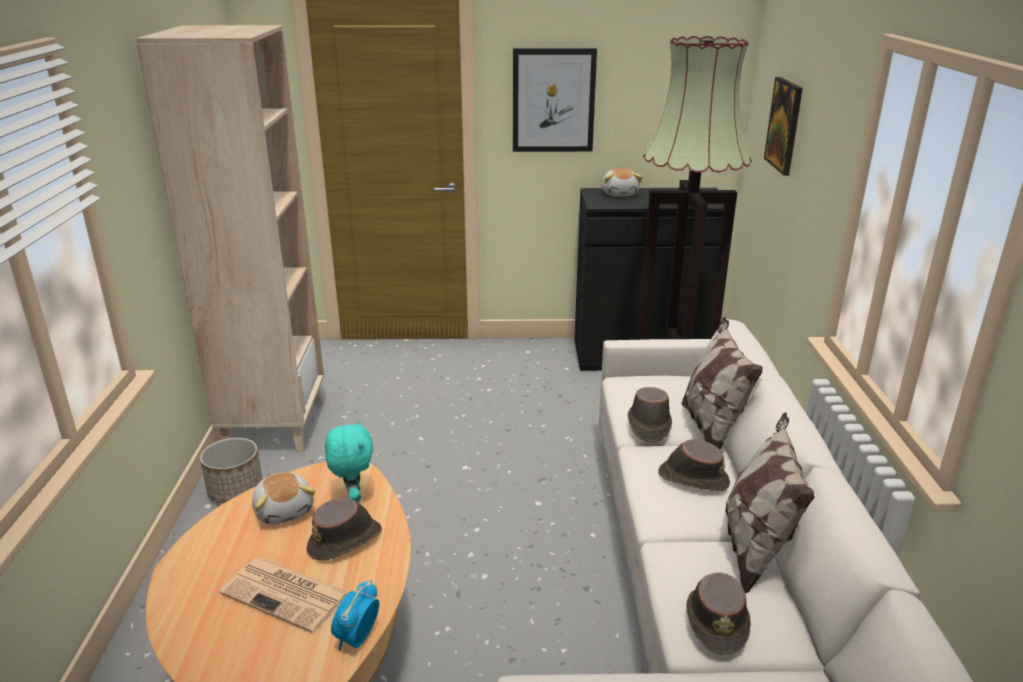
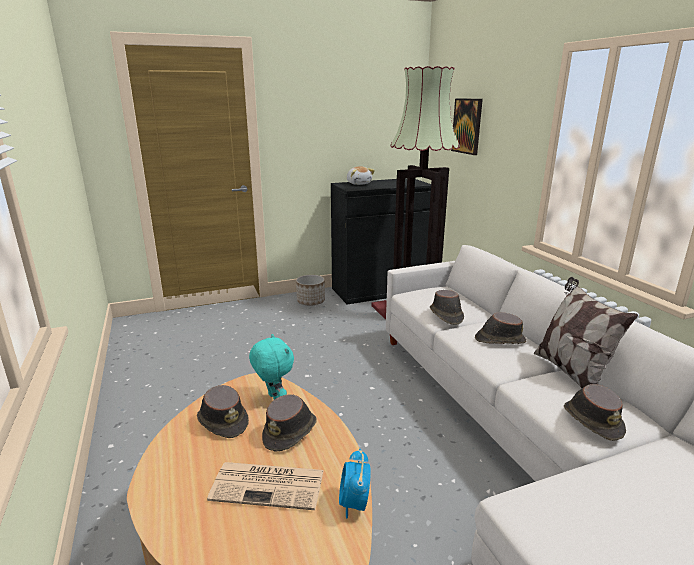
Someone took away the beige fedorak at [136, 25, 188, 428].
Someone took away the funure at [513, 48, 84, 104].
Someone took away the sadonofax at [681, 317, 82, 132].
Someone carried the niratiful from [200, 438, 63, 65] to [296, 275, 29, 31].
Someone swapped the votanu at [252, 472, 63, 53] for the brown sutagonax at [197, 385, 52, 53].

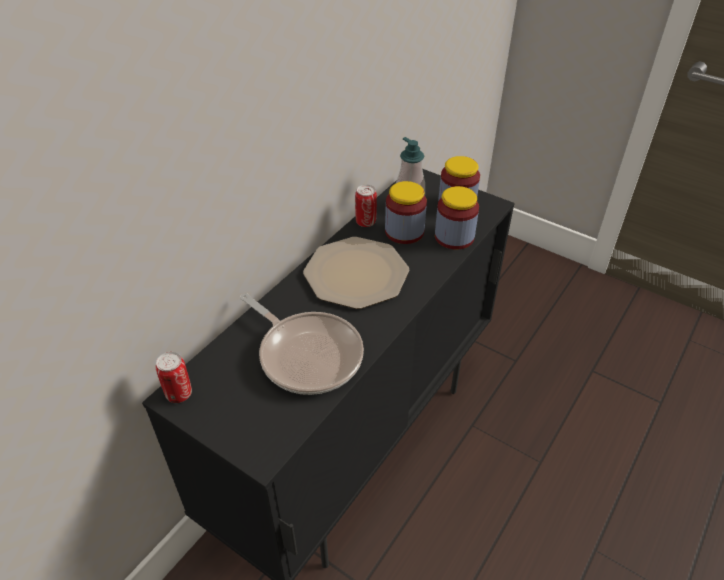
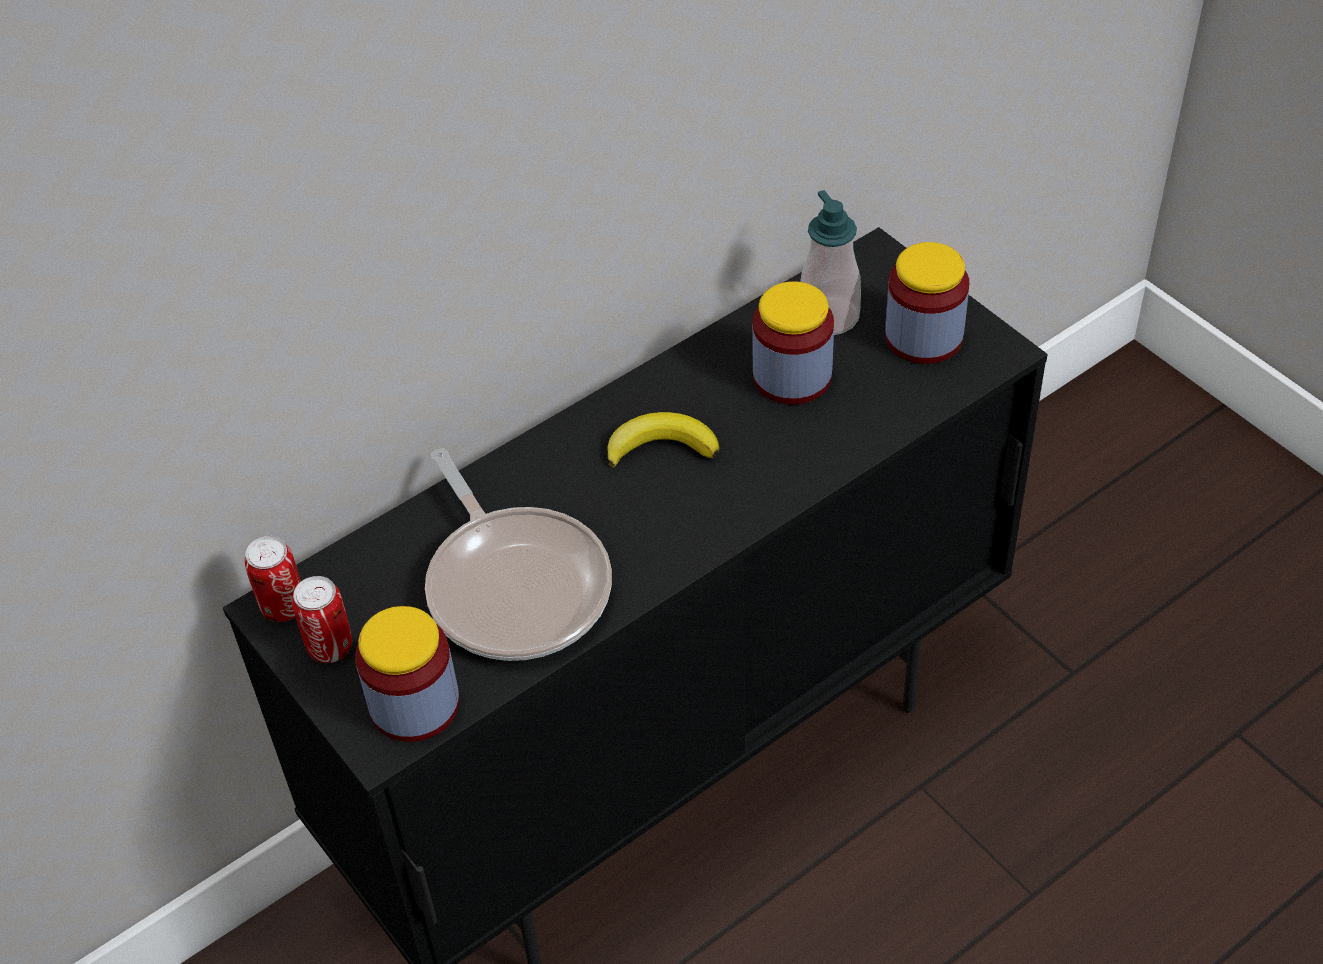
Someone carried the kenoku from [355, 185, 22, 42] to [292, 576, 60, 87].
Someone carried the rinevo from [435, 186, 44, 64] to [355, 606, 104, 136].
Someone swapped the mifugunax at [303, 237, 106, 72] for the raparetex at [607, 412, 113, 57].

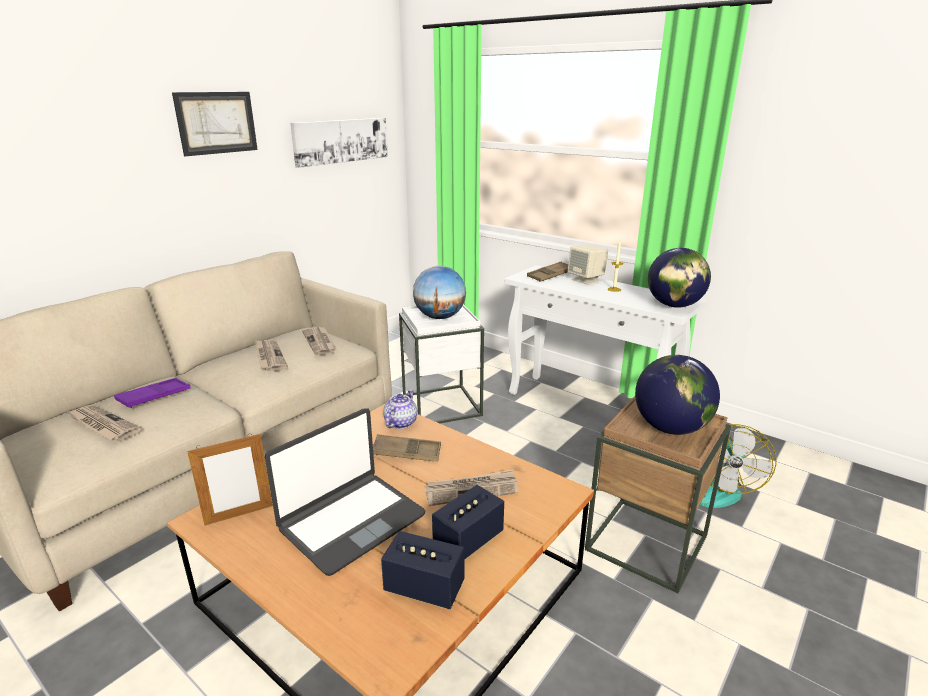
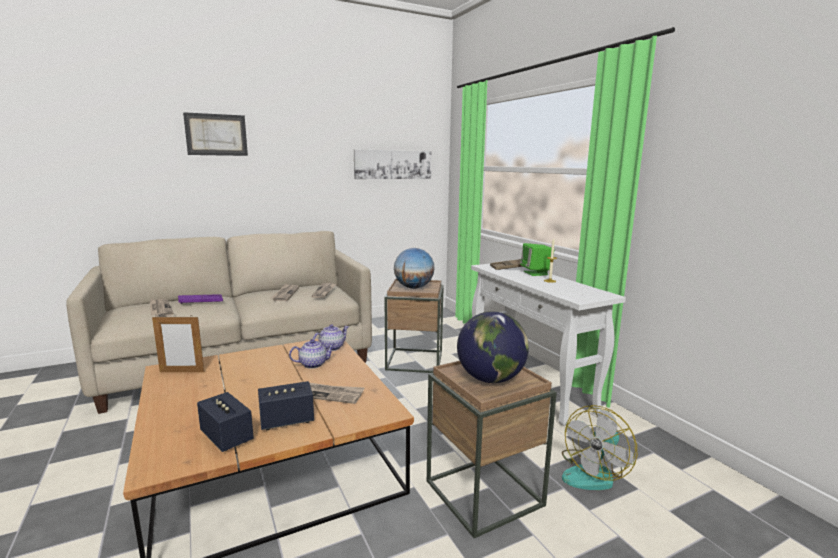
Someone carried the funure from [172, 92, 86, 64] to [183, 112, 65, 44].
Someone repainted the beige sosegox at [568, 245, 40, 40], which became the green sosegox at [520, 243, 34, 33].
Someone took away the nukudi at [648, 248, 63, 60].
Someone repainted the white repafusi at [399, 304, 85, 119], which became the brown repafusi at [384, 279, 60, 94].
Someone took away the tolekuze at [265, 408, 161, 168].
Someone swapped the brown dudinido at [373, 434, 68, 28] for the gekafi at [289, 339, 46, 30].

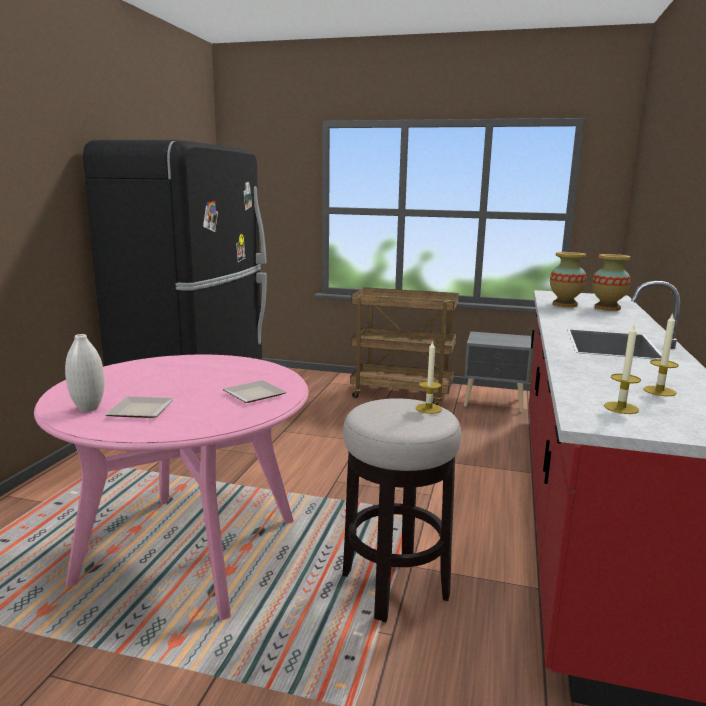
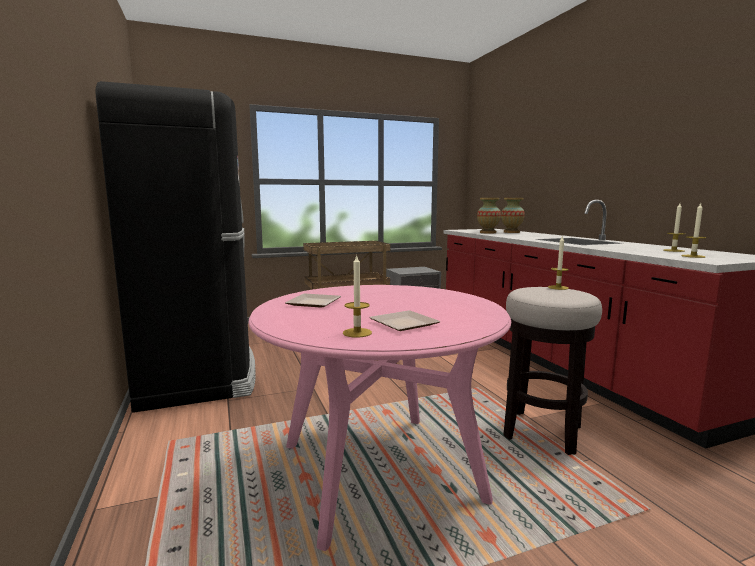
Someone swapped the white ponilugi at [65, 334, 40, 78] for the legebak at [343, 255, 29, 83].
Someone carried the mifugunax from [223, 380, 63, 23] to [285, 293, 56, 15].

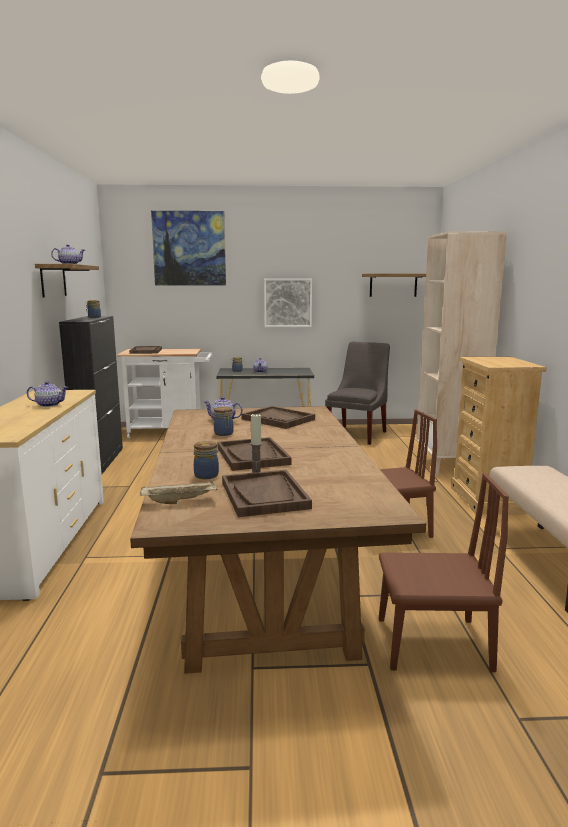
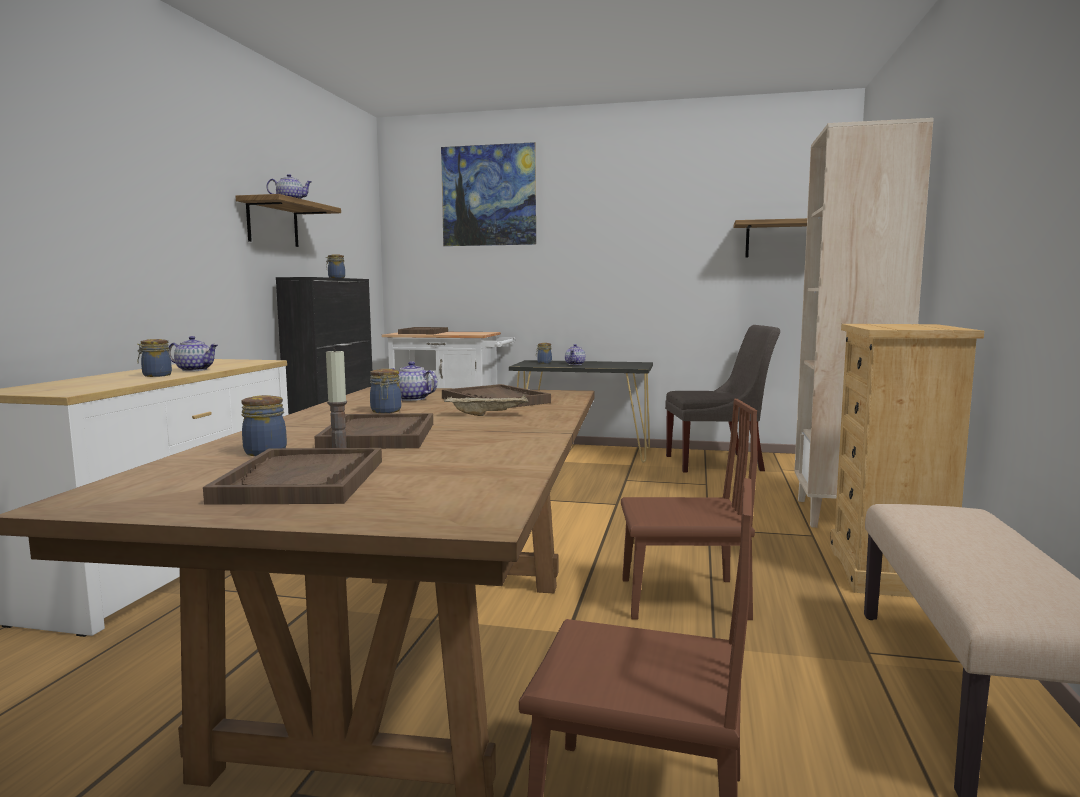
Someone took away the funure at [264, 279, 48, 48].
Someone rotated the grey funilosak at [325, 342, 65, 103] by 45 degrees clockwise.
Someone carried the beige dudinido from [140, 480, 77, 24] to [444, 395, 85, 21].
Someone put down the rinevo at [137, 339, 35, 38].

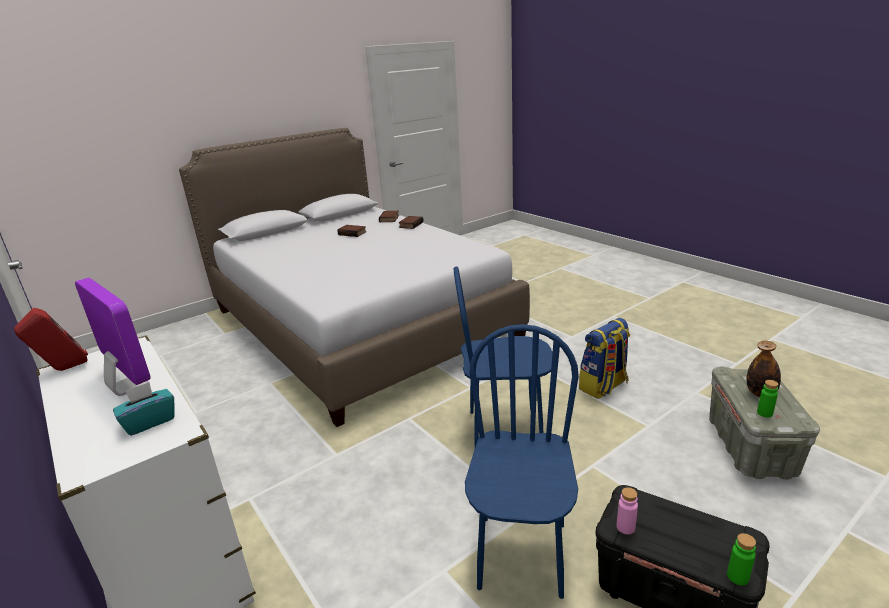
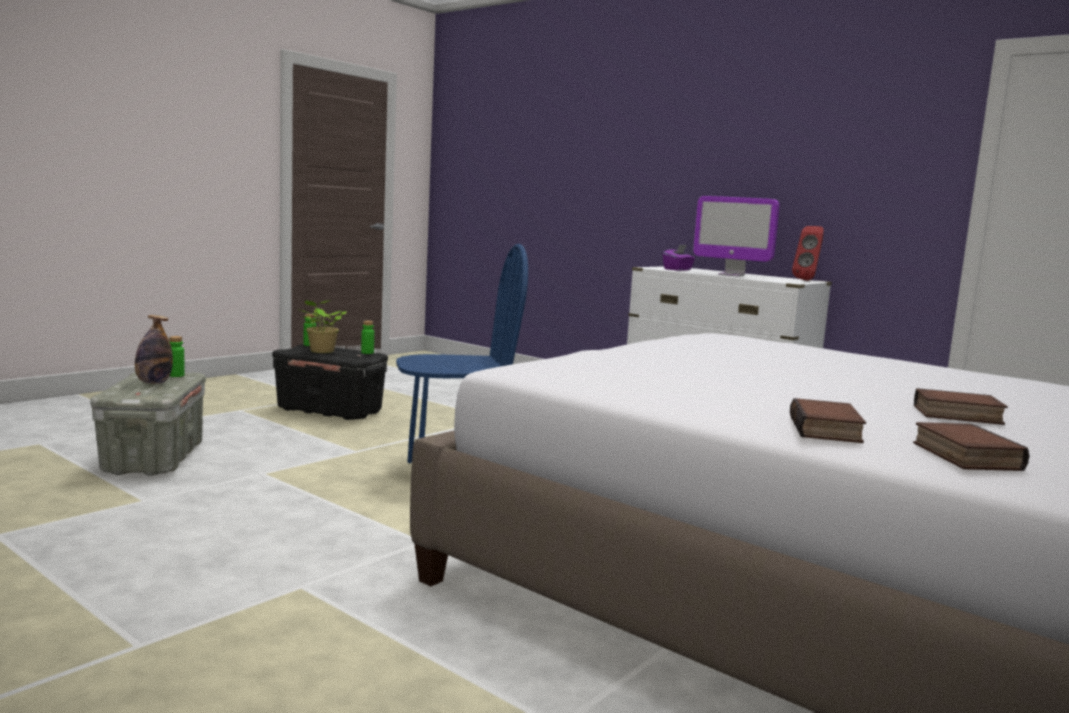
Someone took away the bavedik at [579, 318, 51, 81].
Someone took away the blue funilosak at [465, 324, 114, 275].
Someone repainted the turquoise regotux at [113, 382, 61, 54], which became the purple regotux at [663, 244, 32, 27].
Someone repainted the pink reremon at [617, 487, 21, 47], which became the green reremon at [361, 321, 13, 33].
Someone put down the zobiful at [300, 300, 47, 53].

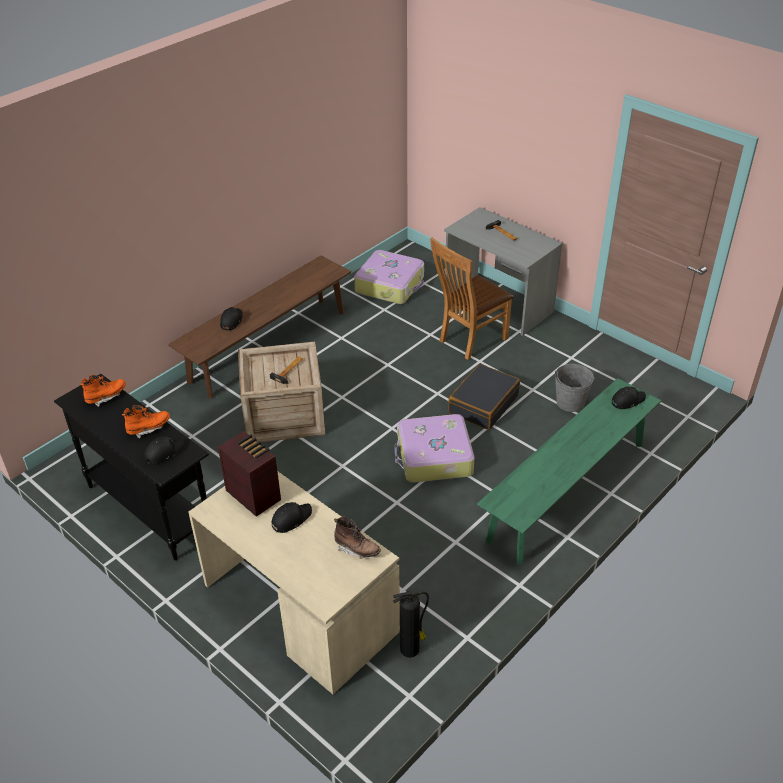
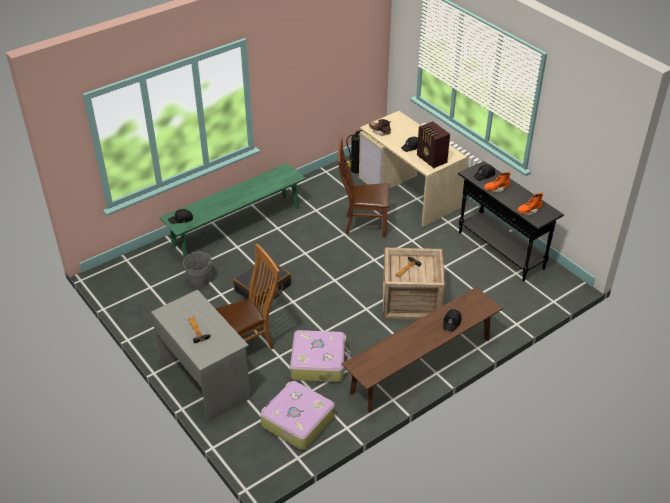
Someone carried the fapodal from [395, 414, 79, 69] to [290, 330, 61, 52].
Someone put down the brown funilosak at [338, 138, 52, 99].

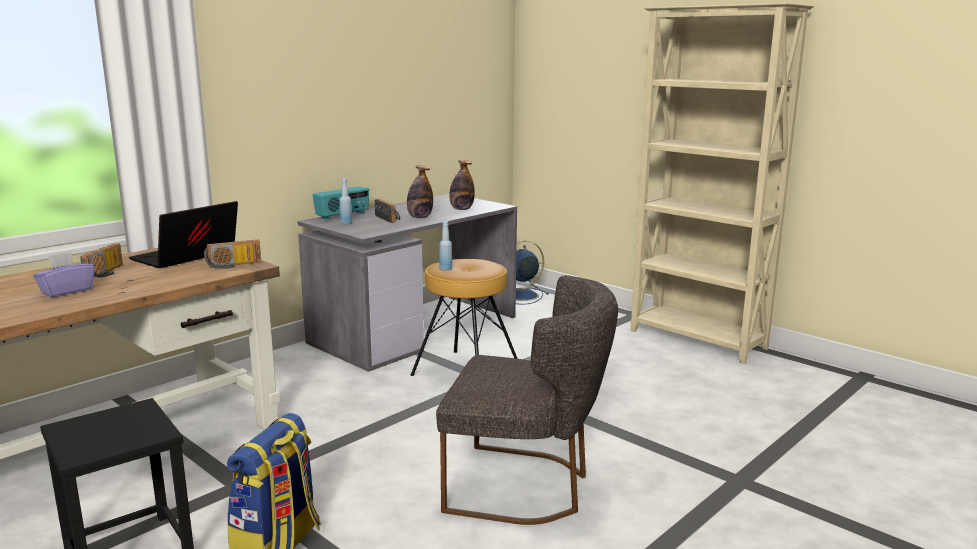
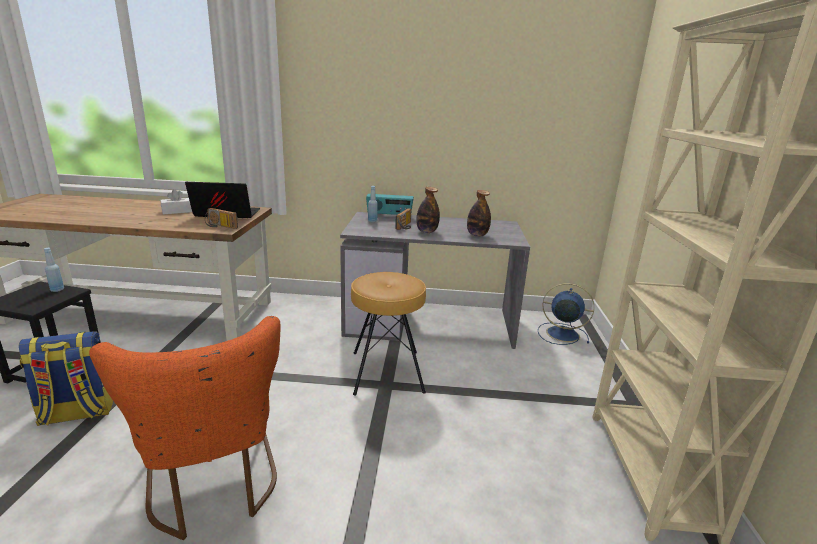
Someone carried the blue reremon from [439, 221, 13, 50] to [44, 248, 20, 44].
Someone swapped the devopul at [80, 243, 43, 35] for the white regotux at [160, 189, 32, 25].
Someone took away the purple regotux at [33, 252, 62, 46].
Someone repainted the grey funilosak at [436, 275, 182, 250], which became the orange funilosak at [89, 316, 192, 224].

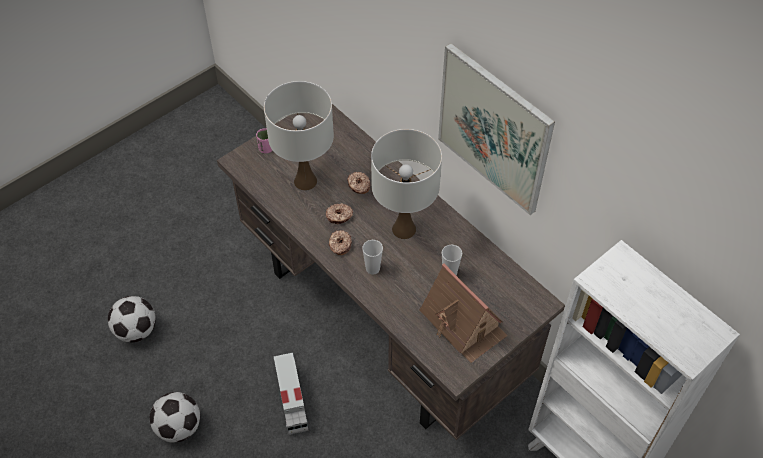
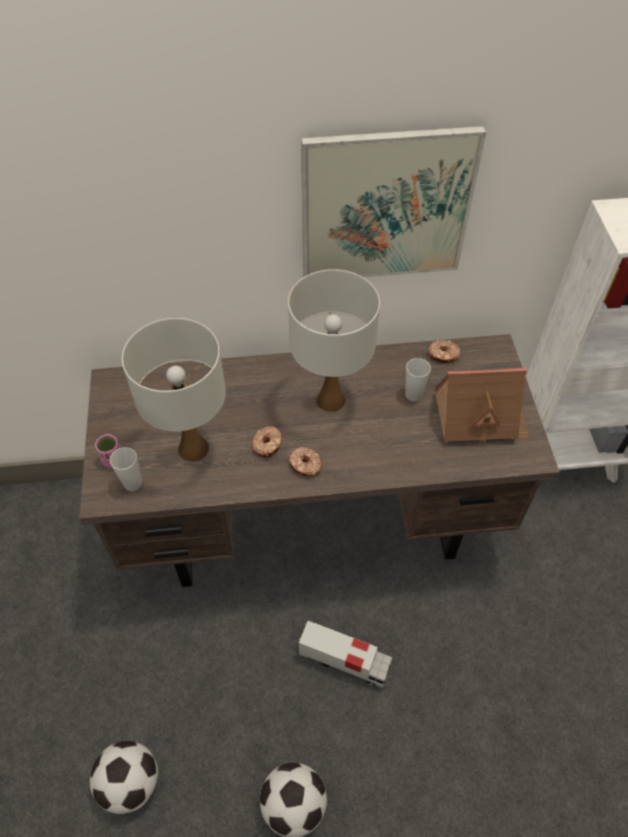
Someone carried the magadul from [347, 172, 23, 22] to [428, 340, 33, 23].
Someone carried the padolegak from [362, 240, 21, 35] to [110, 447, 32, 44].

